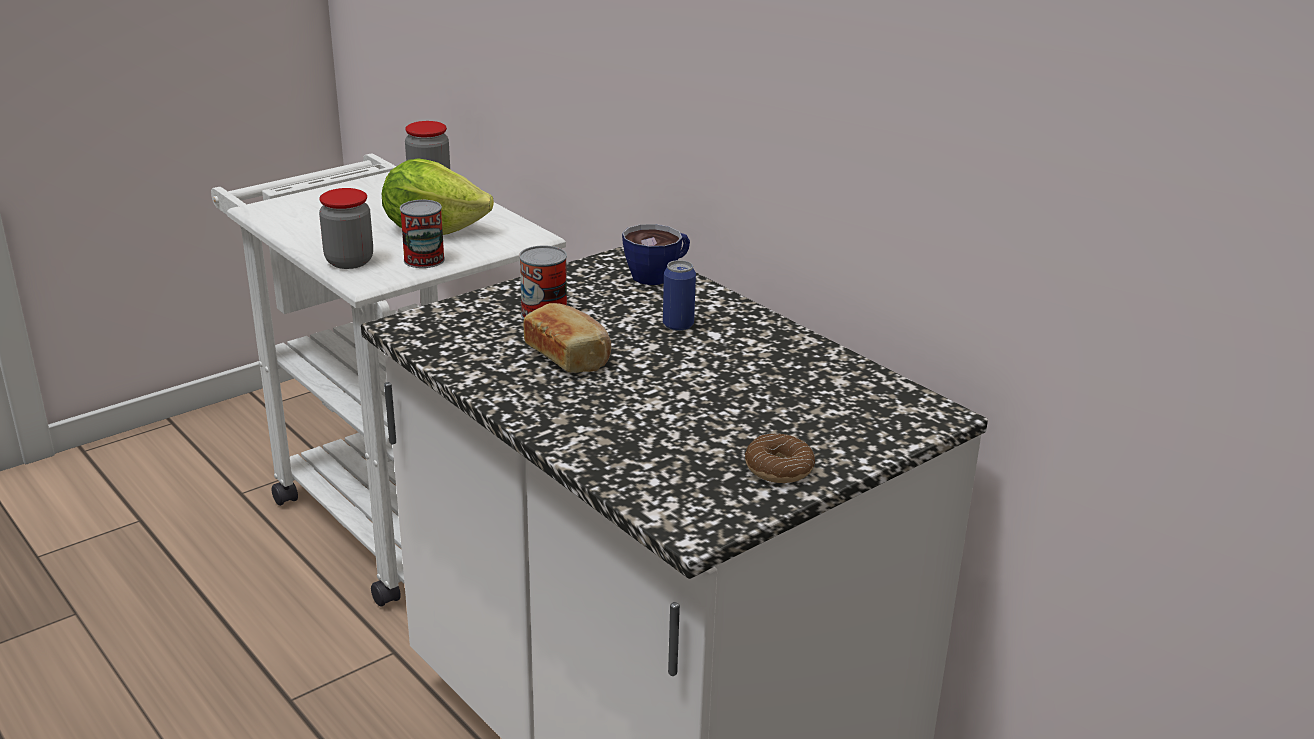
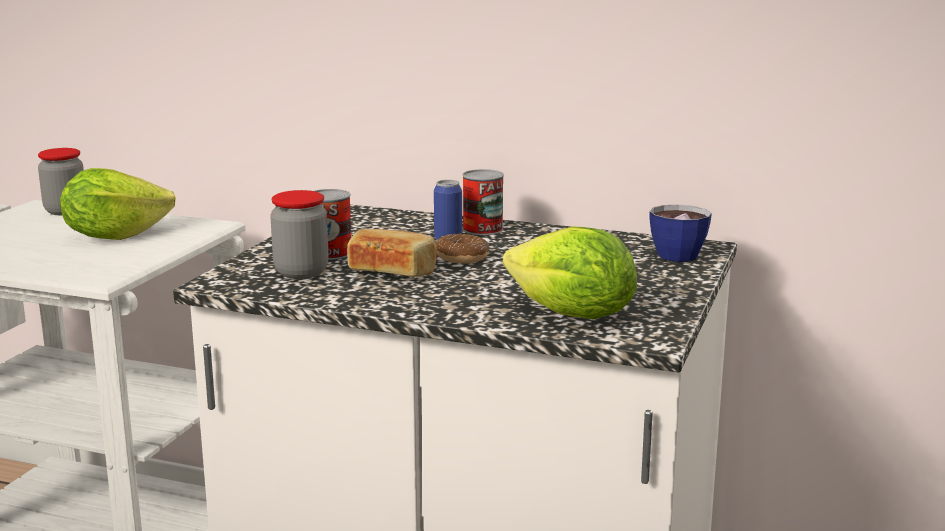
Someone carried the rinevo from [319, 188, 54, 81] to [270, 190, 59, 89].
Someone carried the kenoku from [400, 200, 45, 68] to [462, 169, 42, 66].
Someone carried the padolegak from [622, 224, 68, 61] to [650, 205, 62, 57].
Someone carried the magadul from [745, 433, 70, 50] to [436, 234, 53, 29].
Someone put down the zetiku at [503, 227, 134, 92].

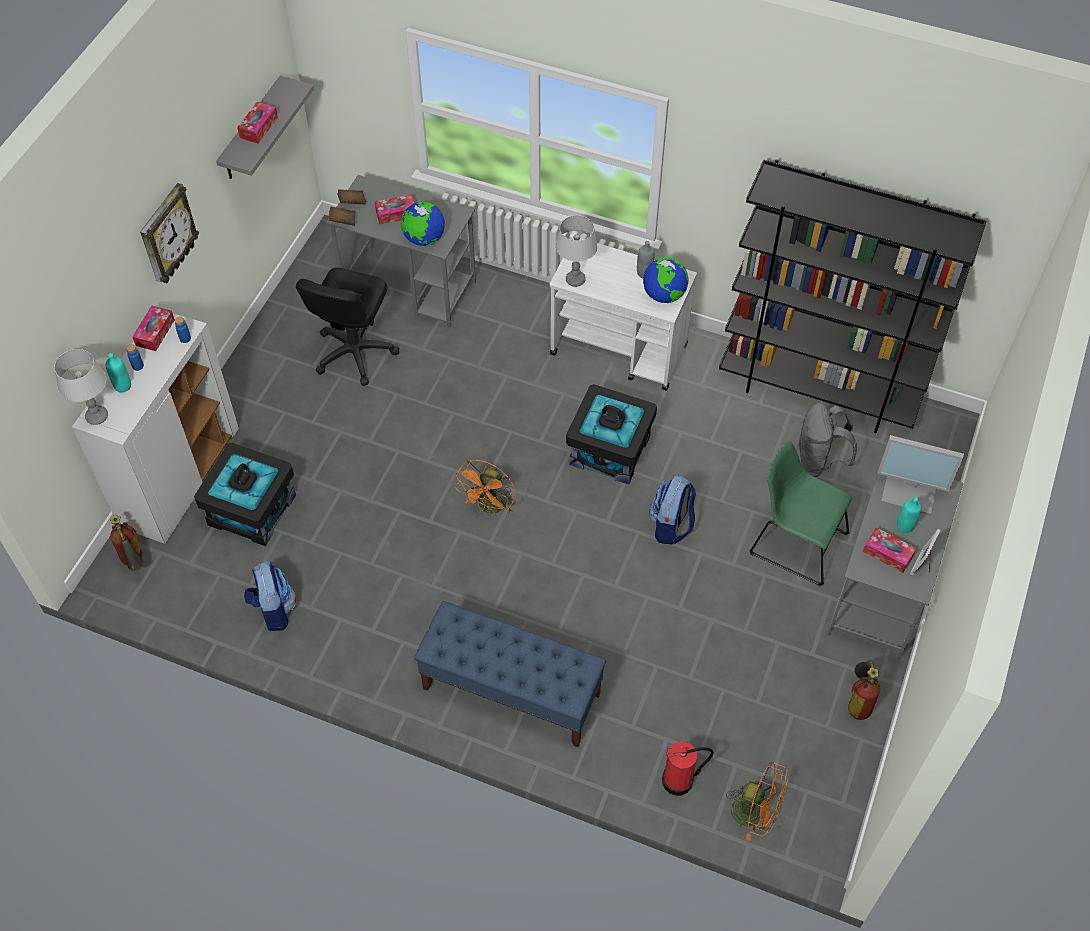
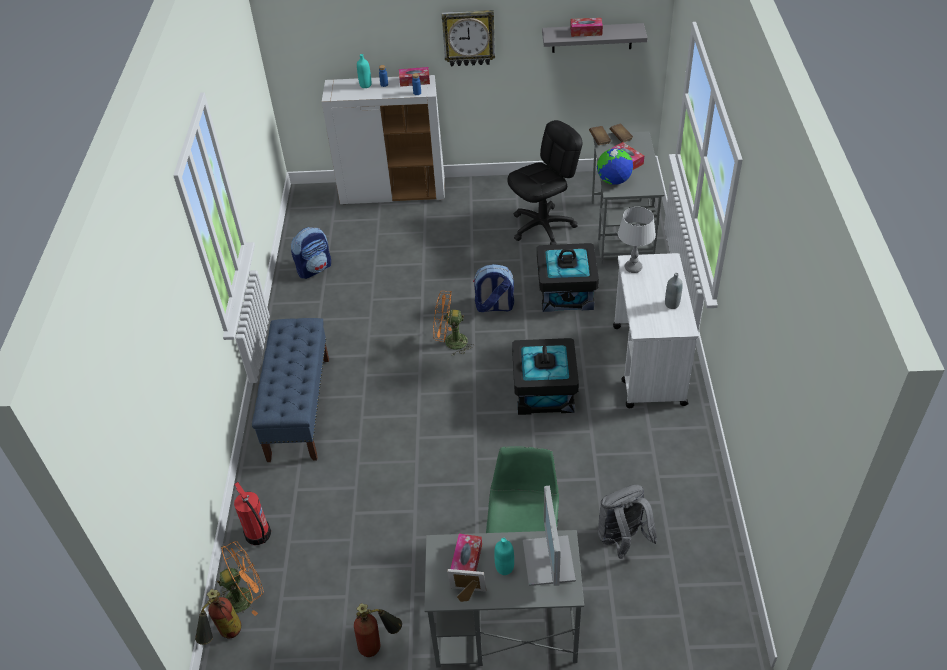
Someone took away the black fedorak at [719, 159, 268, 274].
Someone took away the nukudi at [643, 257, 45, 46].
Someone rotated the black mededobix at [296, 268, 103, 118] by 150 degrees clockwise.
Someone took away the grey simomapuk at [54, 349, 54, 76].
Someone carried the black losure from [194, 443, 102, 103] to [537, 243, 62, 69].
Someone carried the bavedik from [649, 476, 47, 68] to [473, 264, 41, 48].
Someone carried the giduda from [110, 515, 34, 56] to [195, 589, 46, 56].
Someone rotated the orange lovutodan at [726, 762, 62, 79] by 120 degrees counterclockwise.

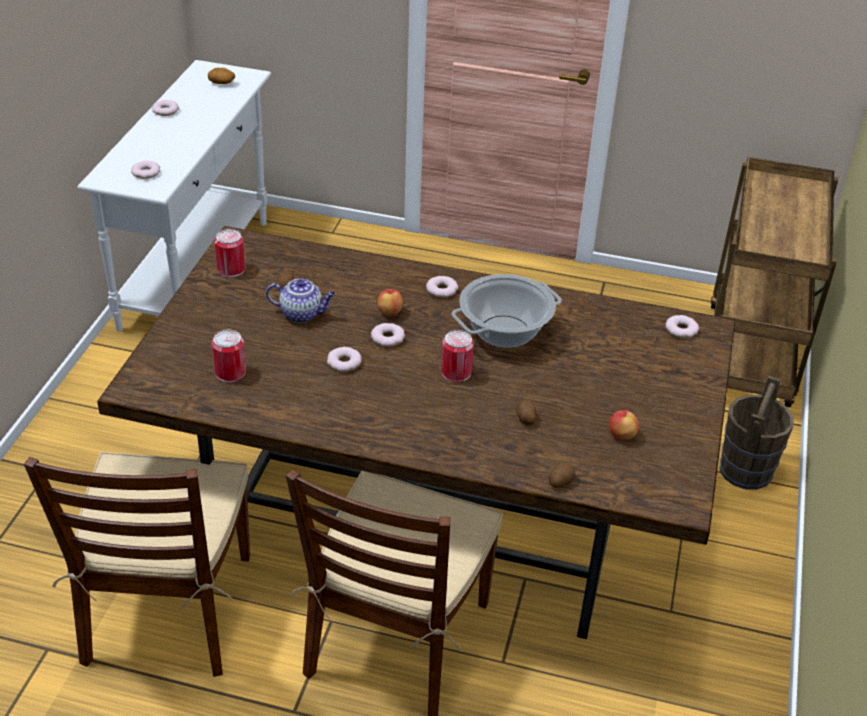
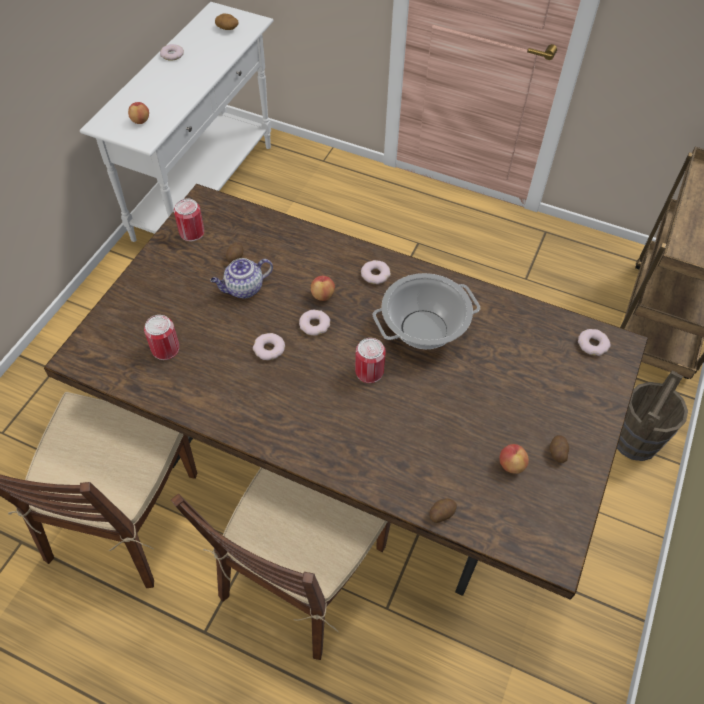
Someone swapped the magadul at [131, 161, 29, 18] for the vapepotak at [128, 102, 21, 22].
Someone rotated the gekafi at [266, 279, 69, 44] by 135 degrees clockwise.
Someone carried the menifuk from [517, 400, 20, 25] to [550, 435, 19, 28].

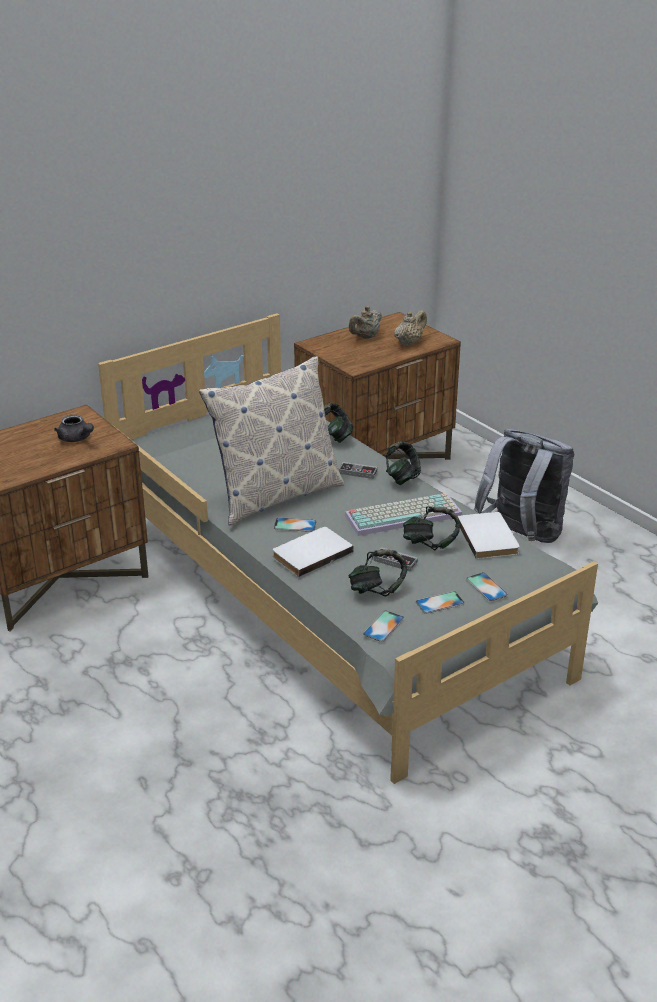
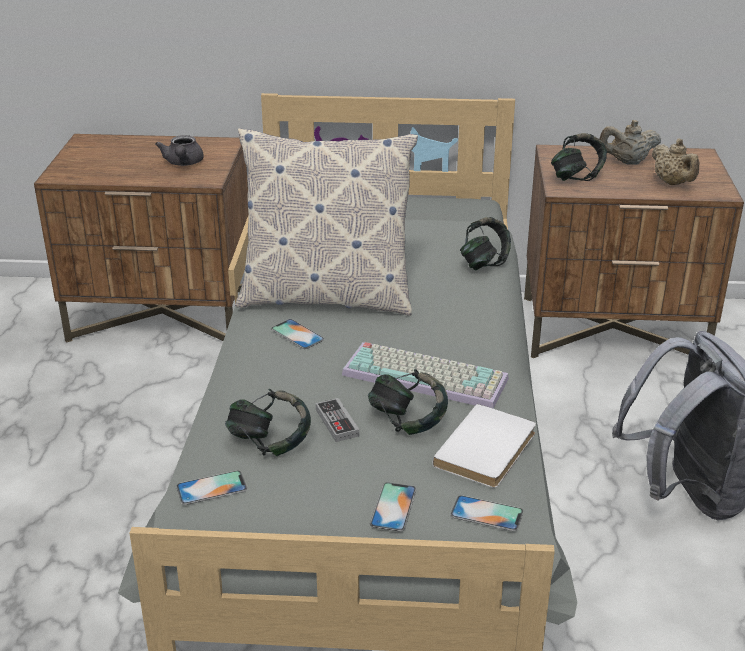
Someone rotated the beige gekafi at [394, 310, 33, 36] by 75 degrees clockwise.
Someone carried the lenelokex from [386, 441, 35, 44] to [551, 133, 56, 48].
Someone took away the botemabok at [339, 462, 38, 17].
Someone took away the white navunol at [272, 527, 82, 50].
Someone carried the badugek from [416, 591, 49, 23] to [450, 495, 73, 36].

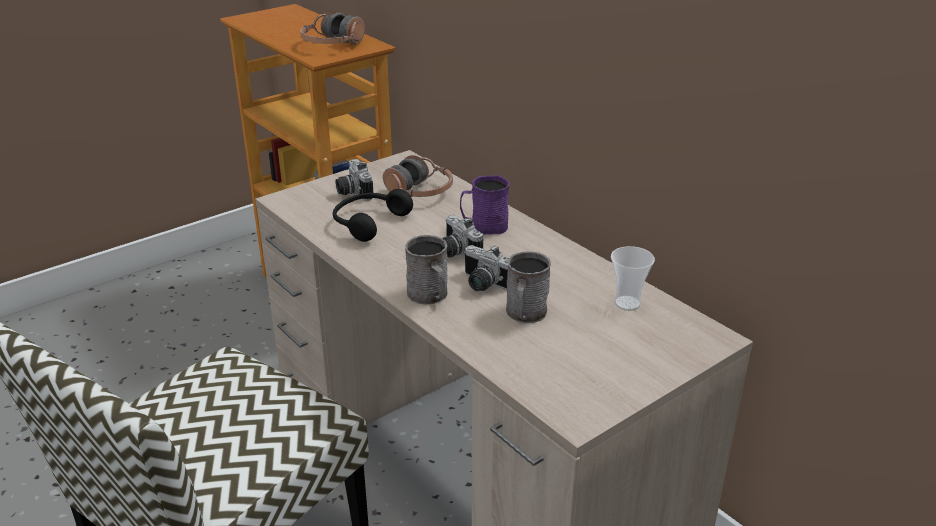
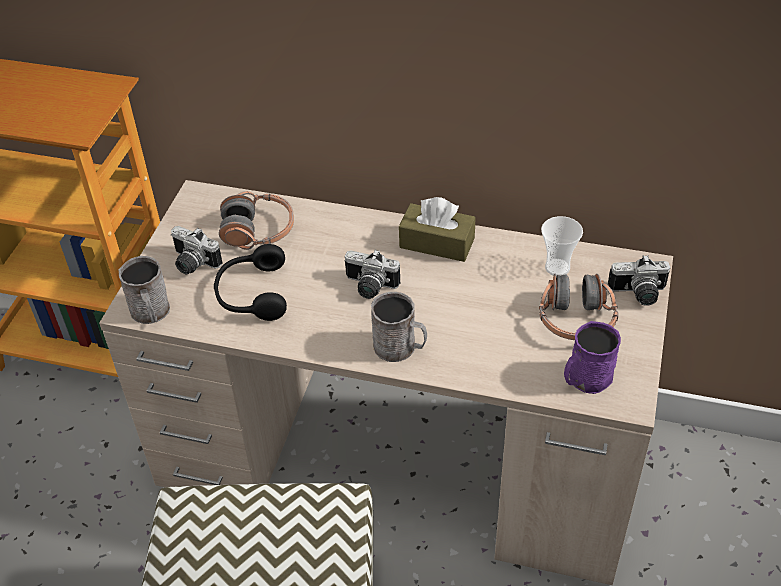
Someone carried the lenelokex from [300, 11, 65, 34] to [539, 274, 80, 66].
Someone carried the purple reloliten from [460, 175, 50, 60] to [564, 321, 57, 73].
Someone carried the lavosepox from [464, 245, 45, 46] to [608, 255, 62, 51].
Someone carried the grey reloliten from [506, 251, 45, 72] to [119, 256, 51, 68].
Someone put down the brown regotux at [399, 197, 77, 65].

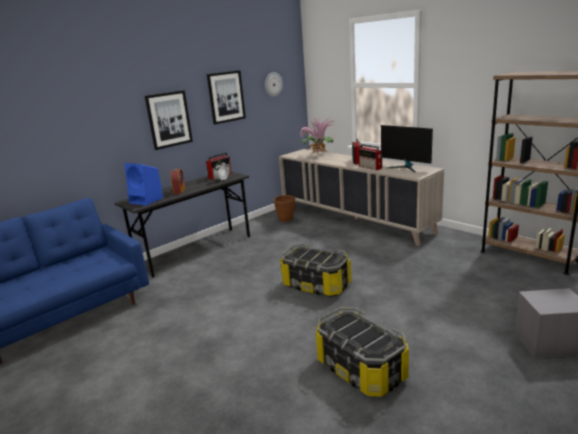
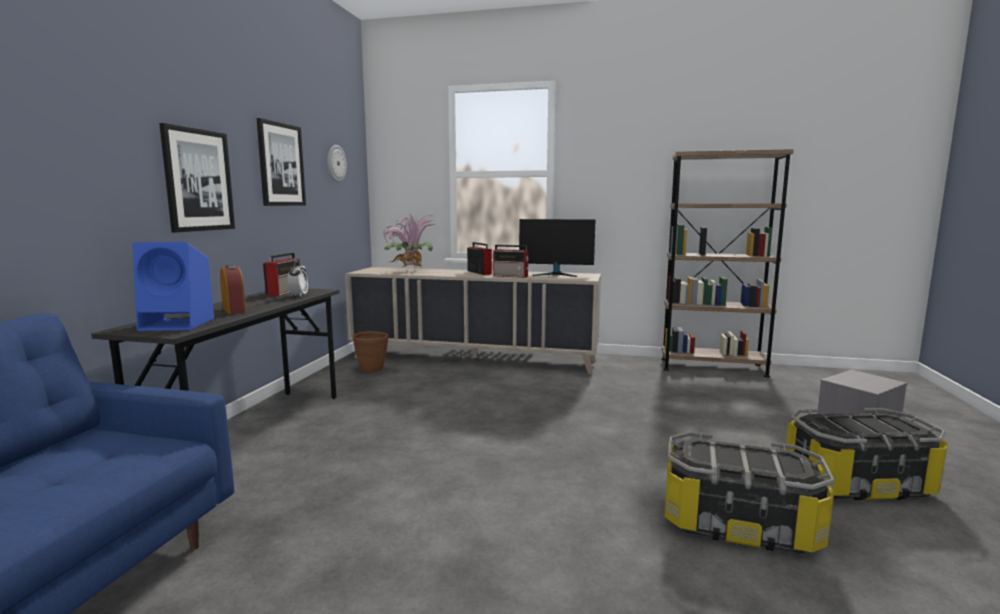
Someone carried the losure from [280, 244, 71, 53] to [785, 408, 163, 92].

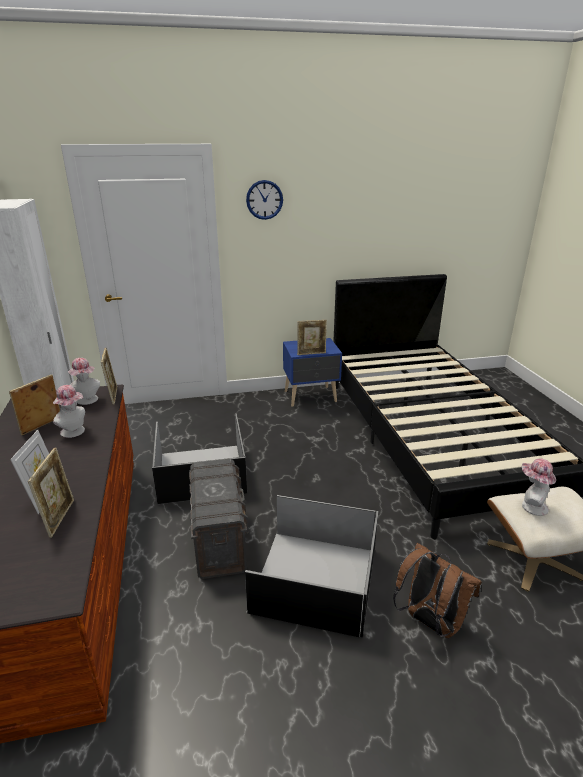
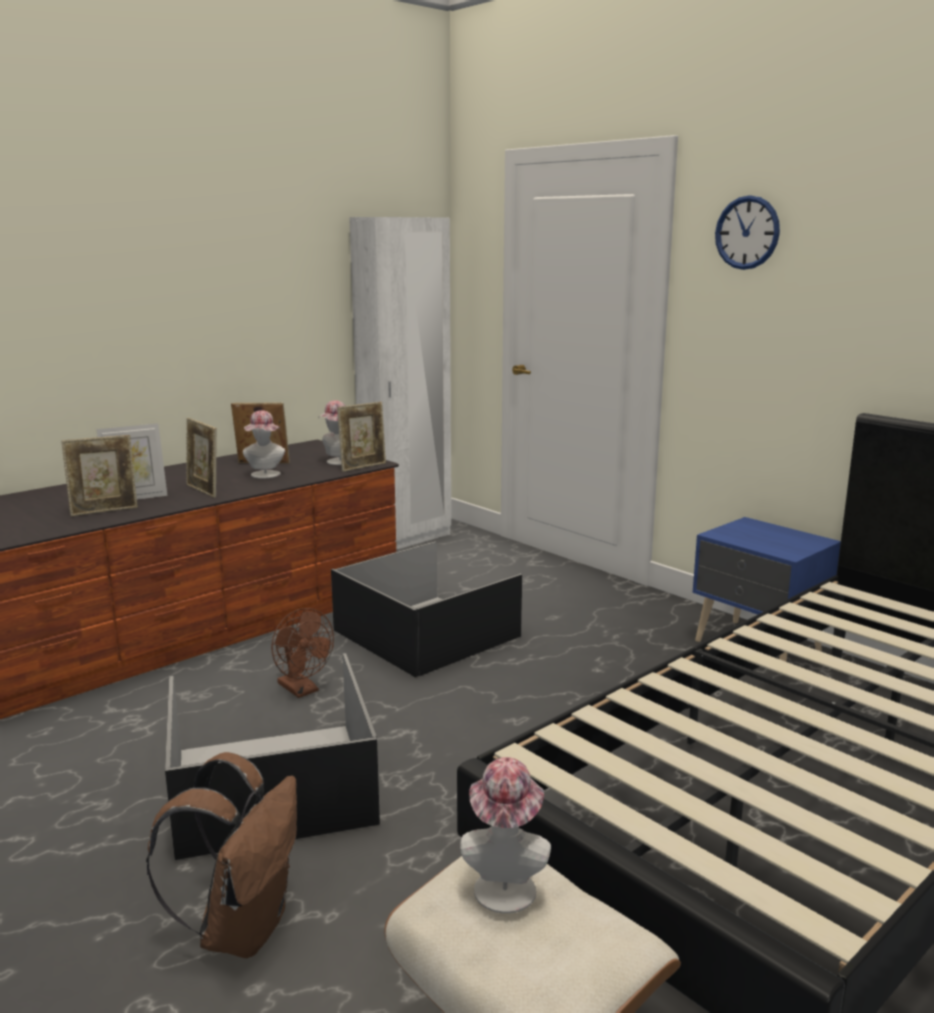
Someone carried the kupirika from [297, 320, 30, 35] to [186, 418, 31, 80].
Someone swapped the grey losure at [189, 459, 60, 120] for the brown lovutodan at [271, 608, 63, 90].

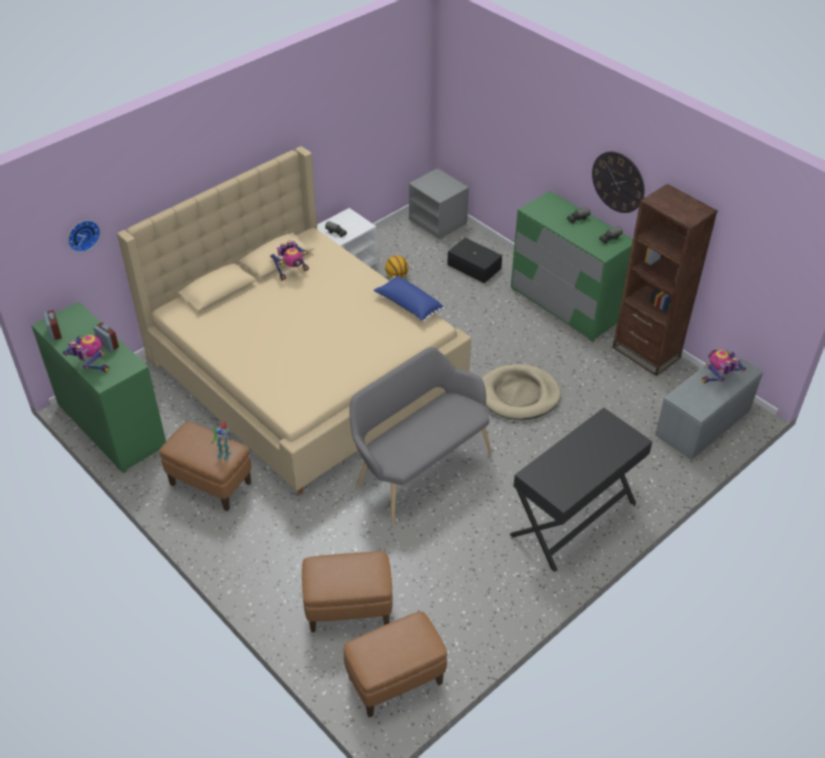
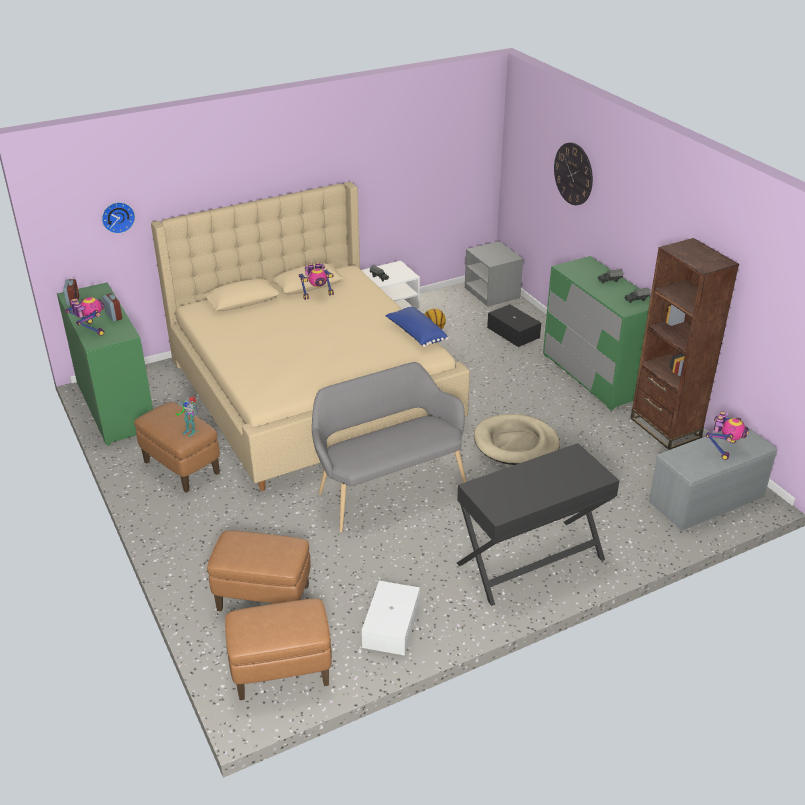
Someone carried the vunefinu from [592, 151, 53, 62] to [554, 142, 39, 63].
Someone rotated the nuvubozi at [702, 350, 44, 34] by 135 degrees clockwise.
Someone put down the white losure at [362, 581, 58, 75].

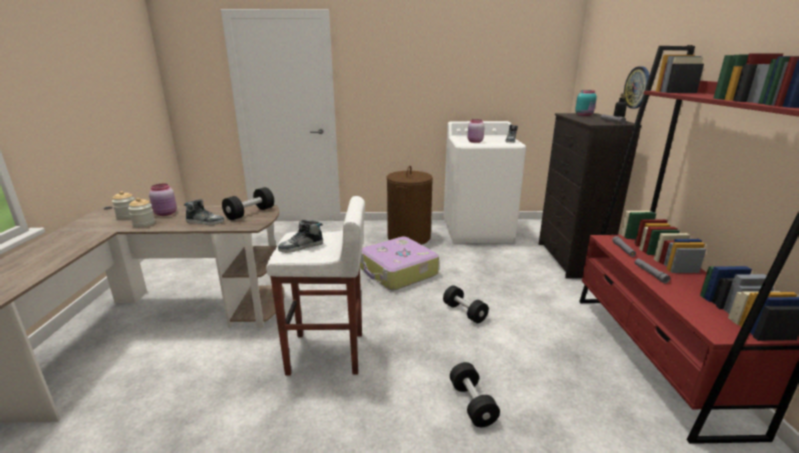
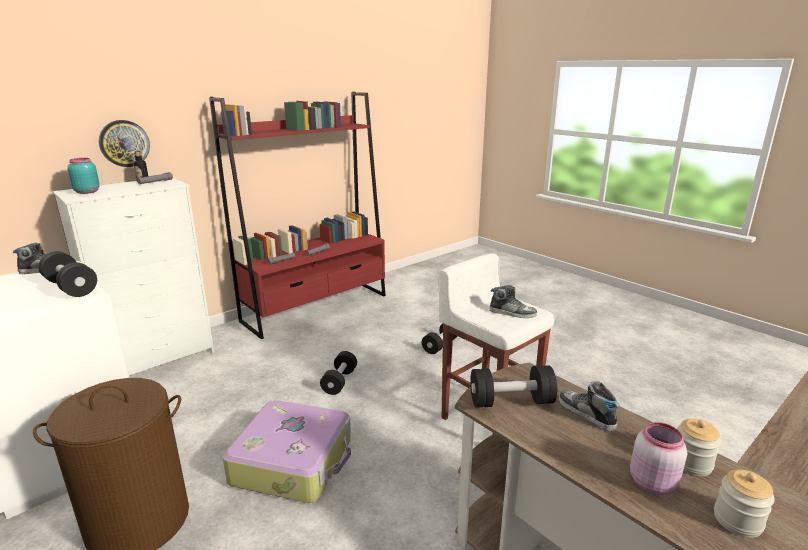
Someone repainted the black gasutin at [539, 113, 103, 166], which became the white gasutin at [53, 178, 161, 197].
Someone swapped the pink rinevo at [468, 119, 17, 24] for the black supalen at [38, 251, 59, 46].

